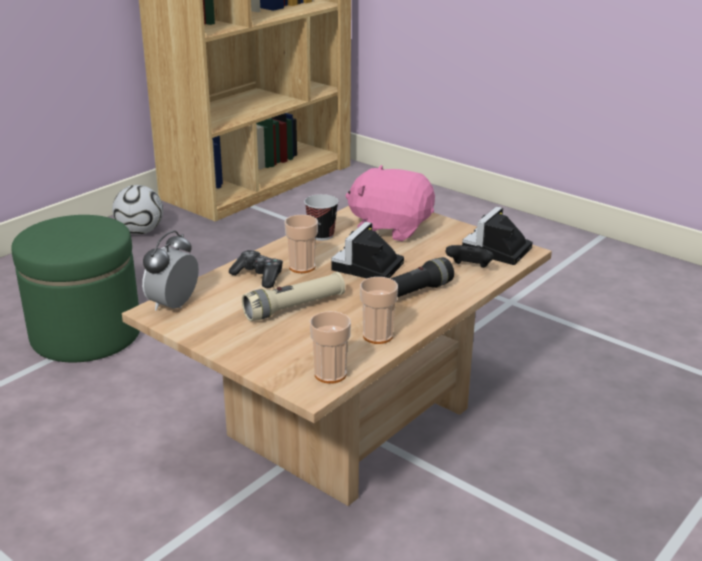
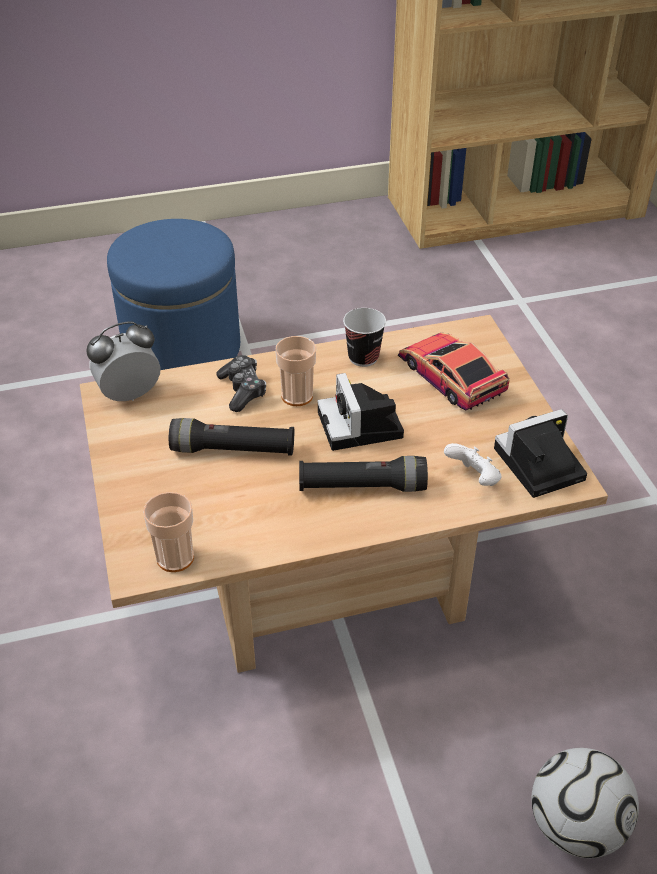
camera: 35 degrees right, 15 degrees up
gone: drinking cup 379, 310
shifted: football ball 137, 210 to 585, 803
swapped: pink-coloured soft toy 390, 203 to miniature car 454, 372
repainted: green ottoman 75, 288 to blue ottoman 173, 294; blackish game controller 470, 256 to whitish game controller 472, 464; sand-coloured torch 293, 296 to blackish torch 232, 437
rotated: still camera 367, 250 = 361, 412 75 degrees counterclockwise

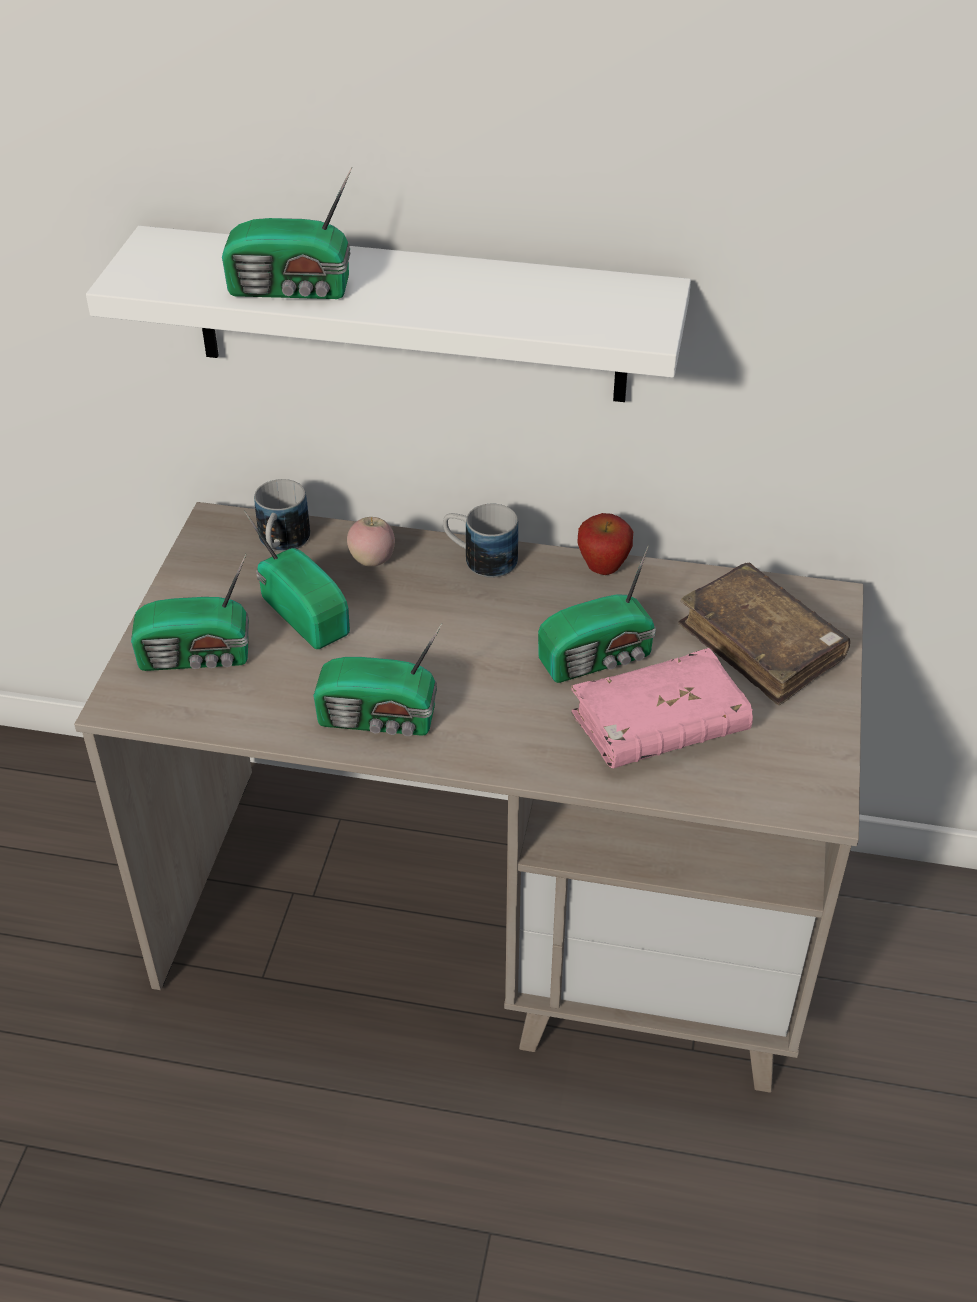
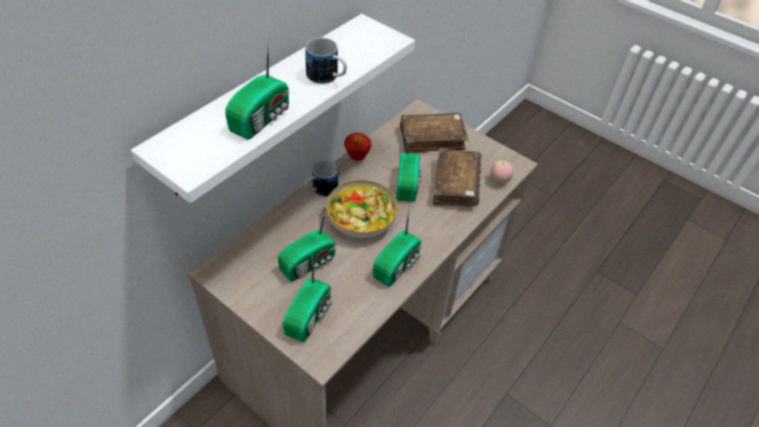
camera: 65 degrees left, 5 degrees up
new: deep dish 362, 209
shifted: tea mug 282, 515 to 326, 61; apple fruit 371, 541 to 502, 172
repainted: pink-coloured volume 661, 708 to brown volume 457, 177
rotated: radio set 297, 579 = 307, 245 150 degrees clockwise

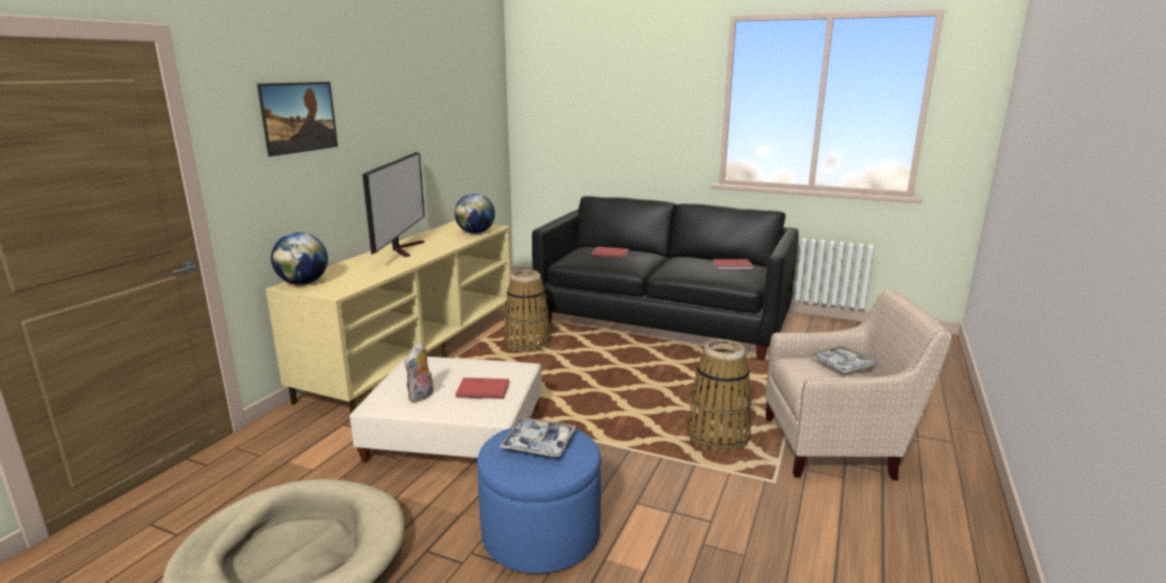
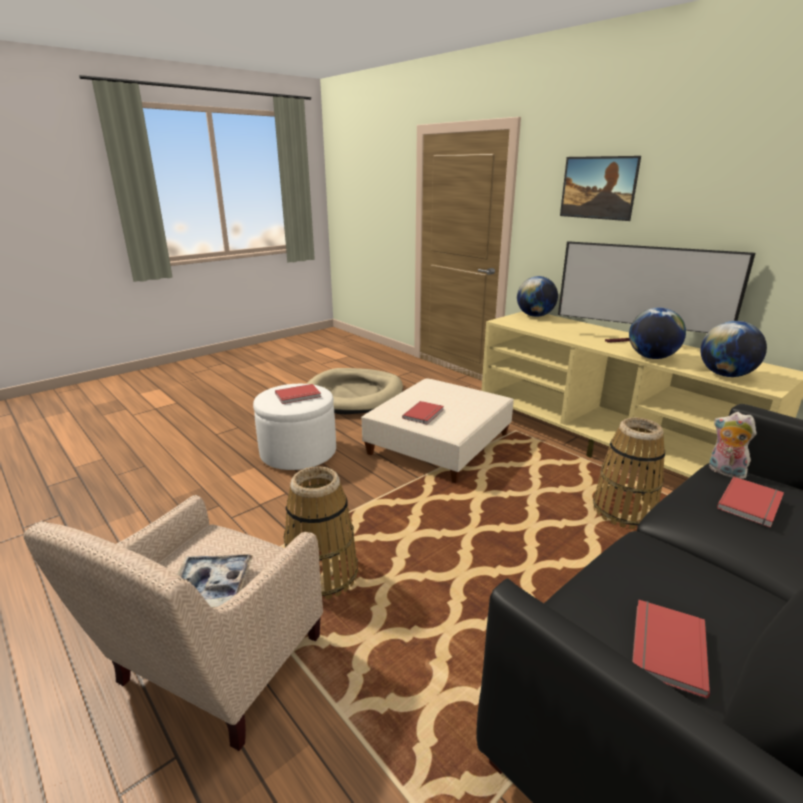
camera: 115 degrees right, 5 degrees up
new: globe 657, 333
shifted: soft toy 419, 372 to 733, 445
swapped: serving tray 538, 437 to red-coloured volume 298, 394
repainted: blue ottoman 539, 500 to whitish ottoman 294, 427

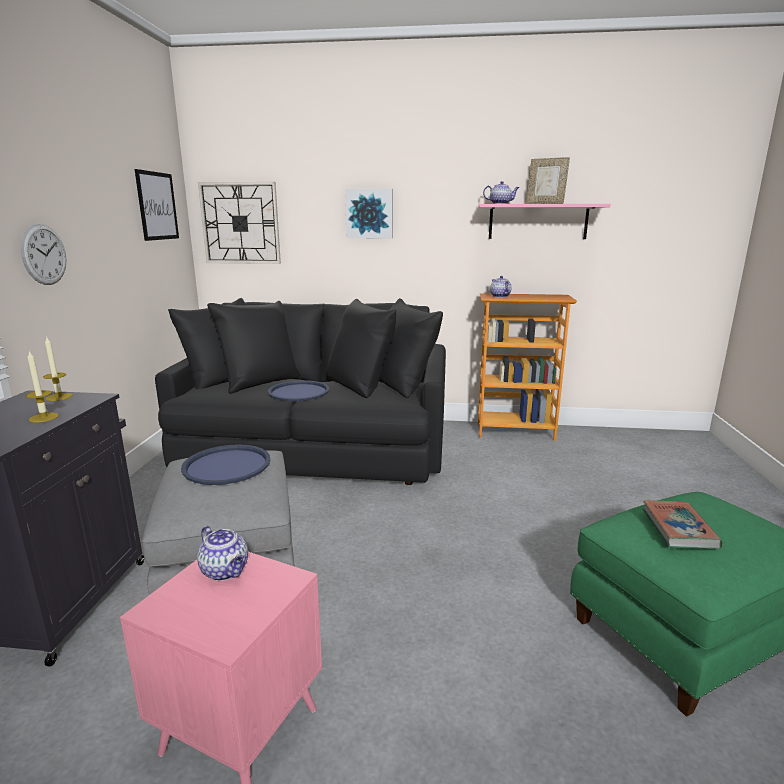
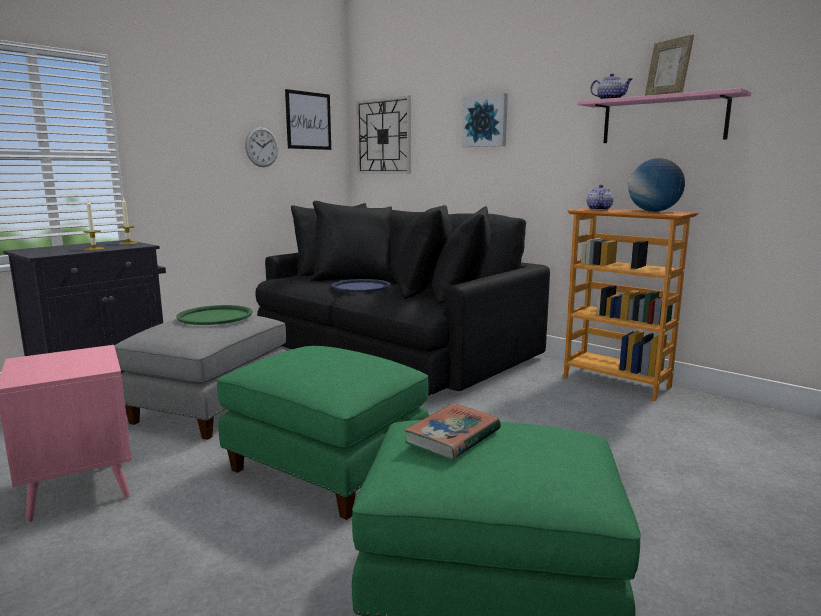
camera: 35 degrees right, 5 degrees down
gone: pot for tea 222, 553
new: globe 656, 185; green ottoman 323, 433
shifted: clock on the wall 44, 254 to 261, 147
repainted: blue serving tray 225, 464 to green serving tray 214, 315

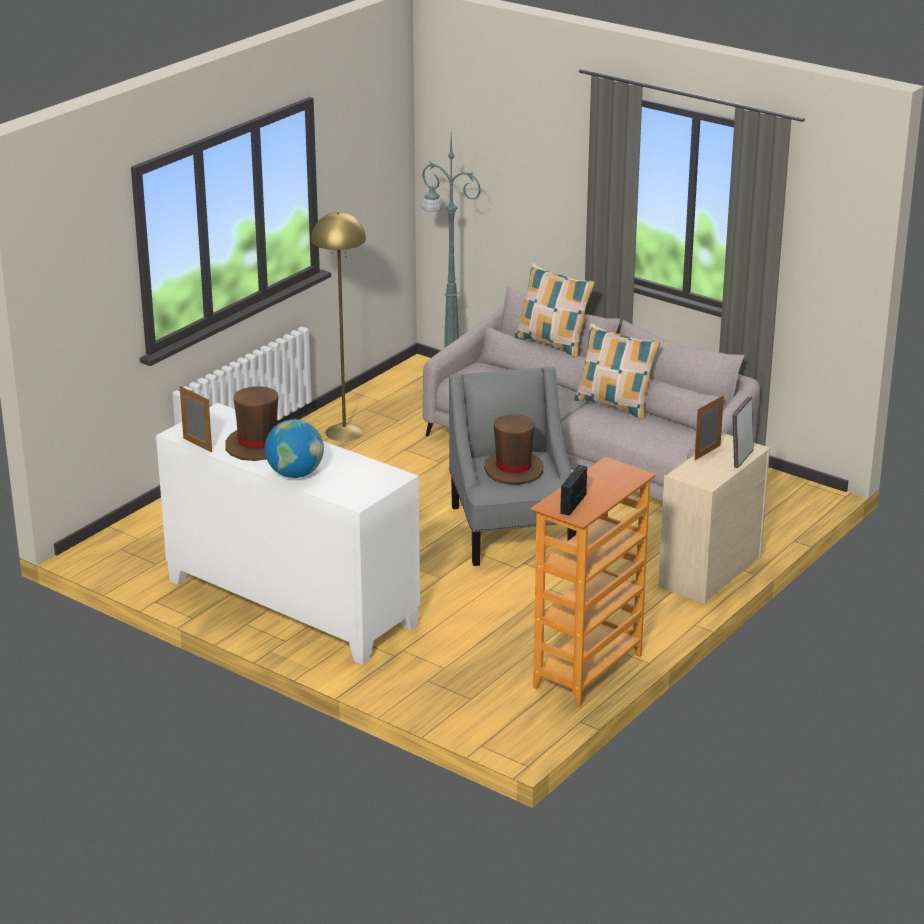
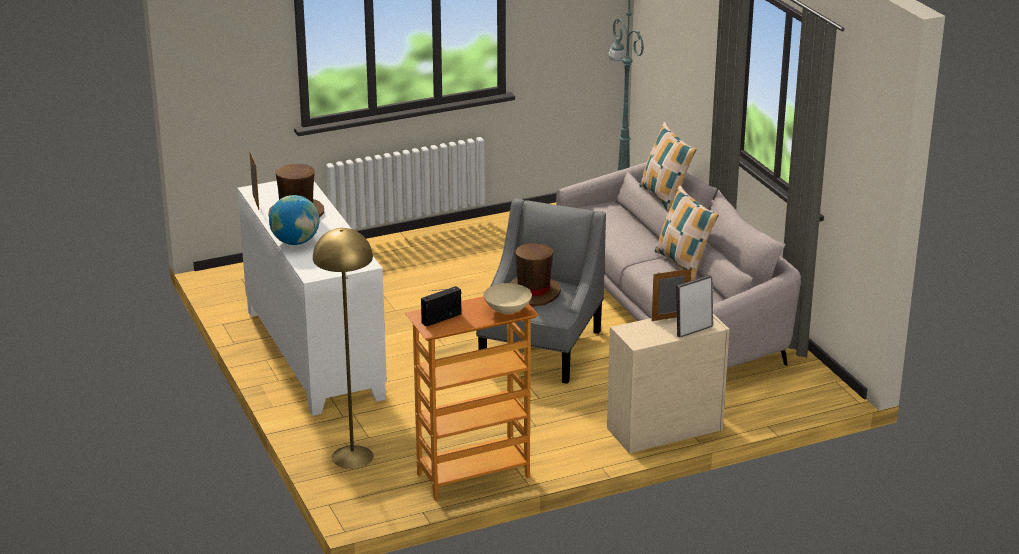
camera: 30 degrees right, 0 degrees up
new: sand-coloured deep dish 508, 298
shifted: yellow-coloured standard lamp 338, 326 to 343, 348

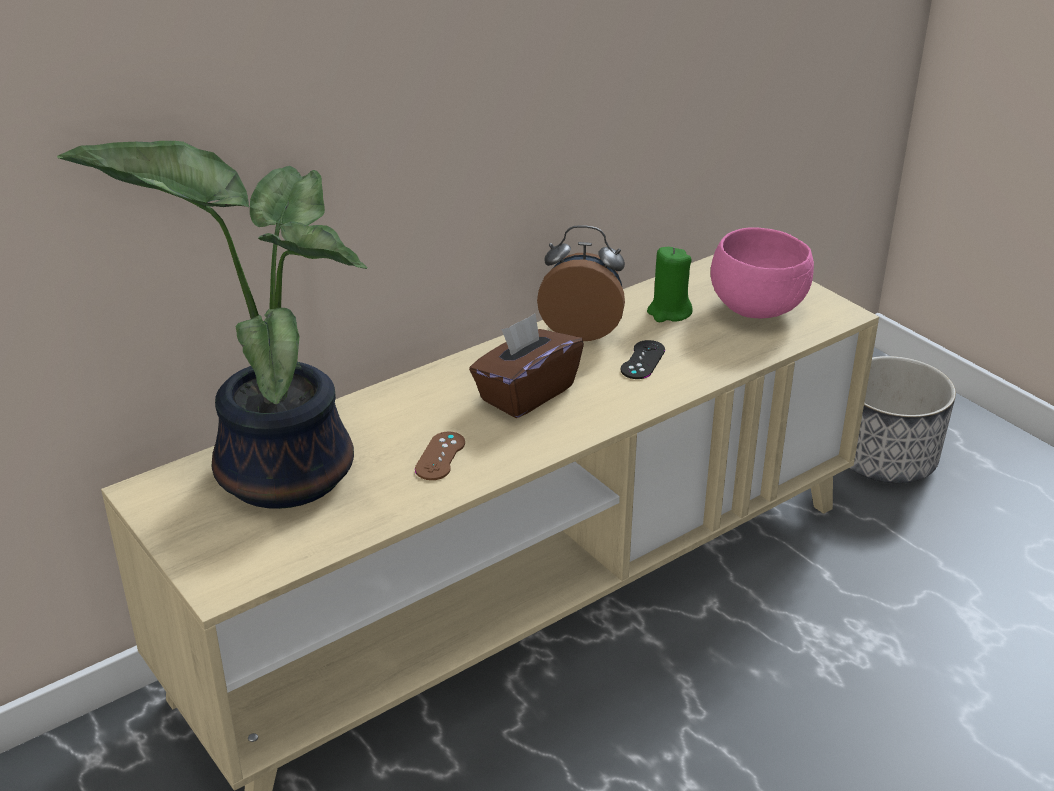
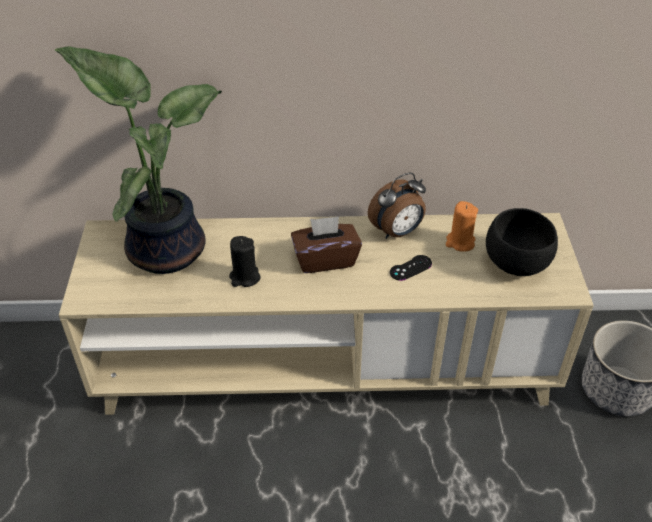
camera: 35 degrees right, 10 degrees up
swapped: brown game controller 440, 456 to blackish wax light 245, 261
repainted: pink-coloured deep dish 762, 273 to blackish deep dish 522, 242; green wax light 670, 284 to orange-coloured wax light 462, 226
rotated: alarm clock 581, 283 = 397, 206 105 degrees clockwise

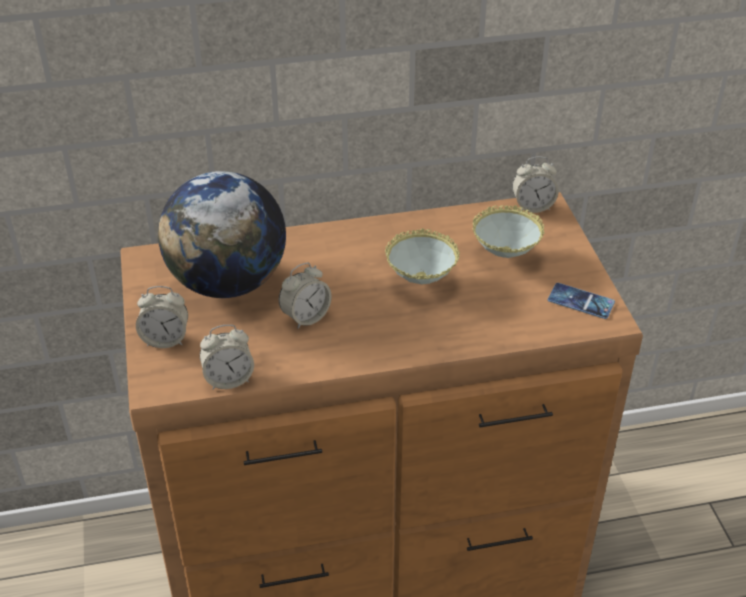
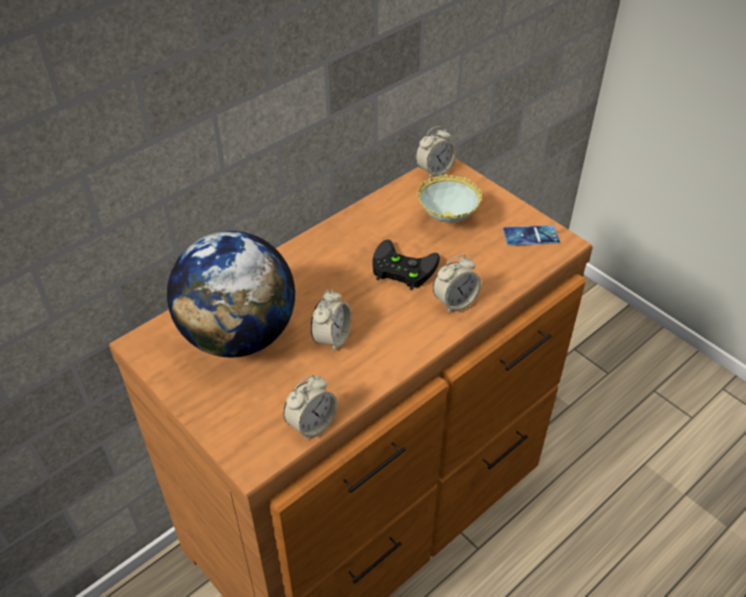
camera: 30 degrees left, 5 degrees up
shifted: alarm clock 162, 317 to 457, 283
swapped: deep dish 422, 256 to blackish game controller 406, 265

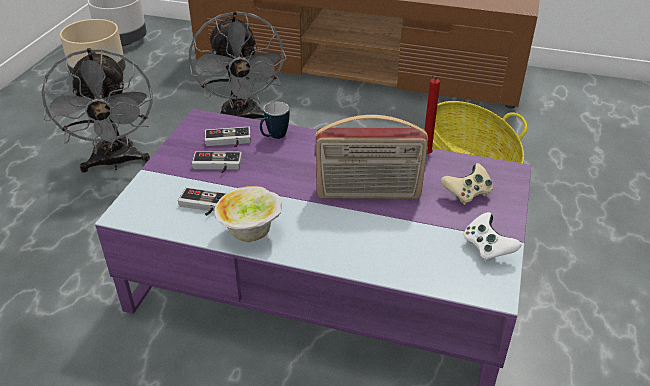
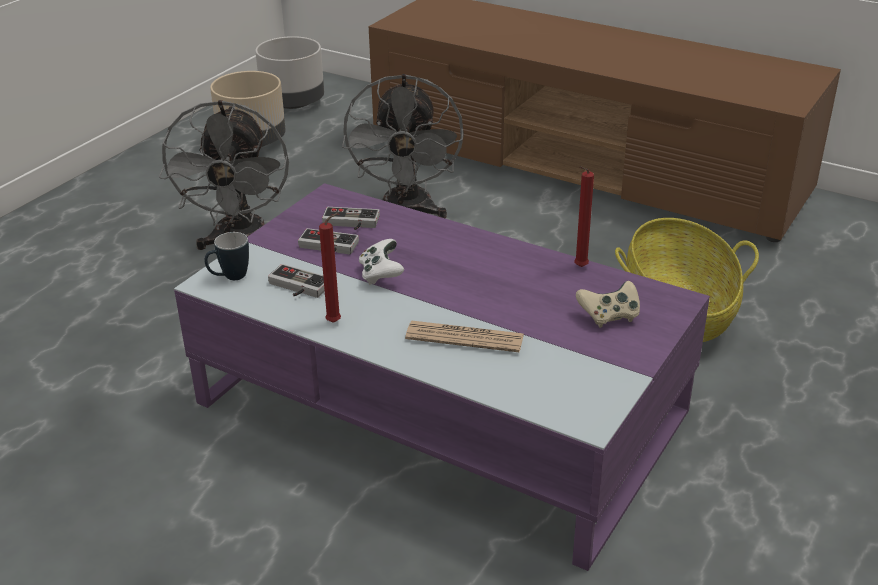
camera: 15 degrees right, 5 degrees down
gone: radio set 371, 157
new: newspaper 464, 336
shifted: tea mug 275, 120 to 226, 256; whitish game controller 492, 237 to 381, 262
swapped: deep dish 248, 214 to red-coloured wax light 330, 267

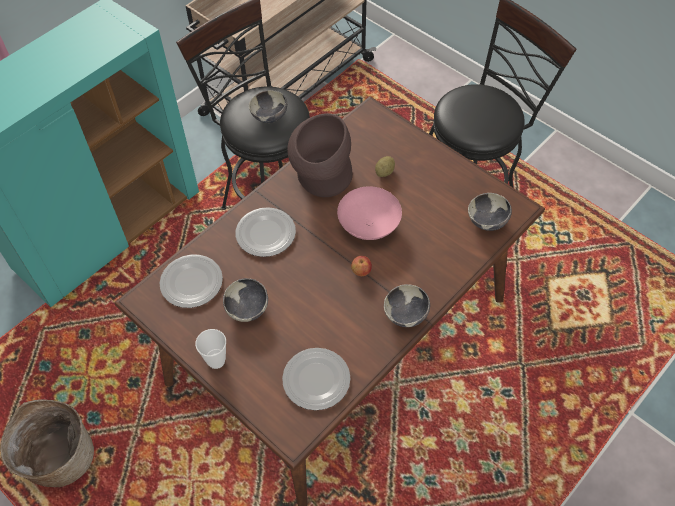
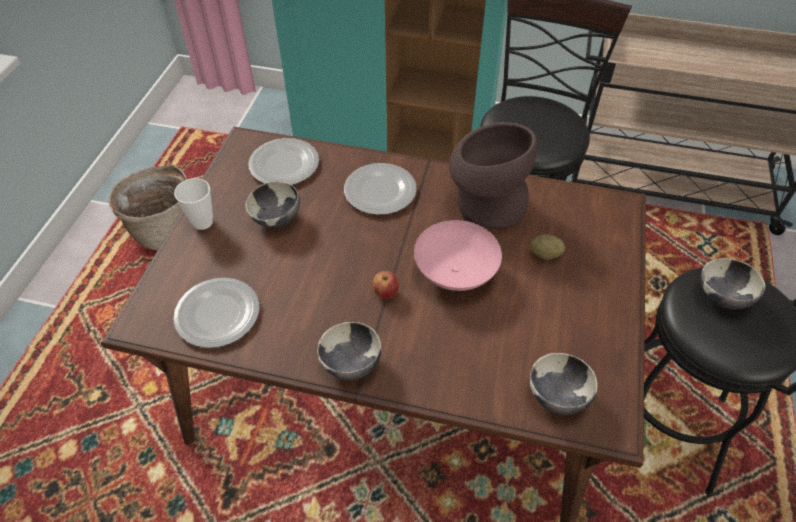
camera: 60 degrees right, 5 degrees down
shifted: deep dish 268, 106 to 732, 283

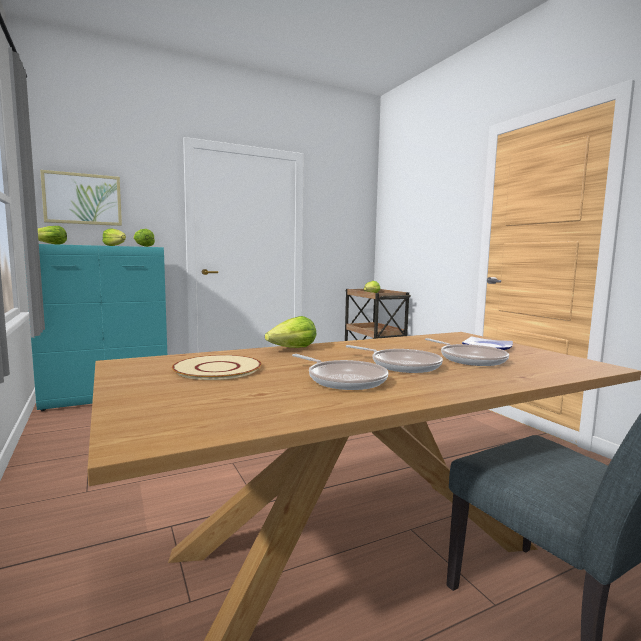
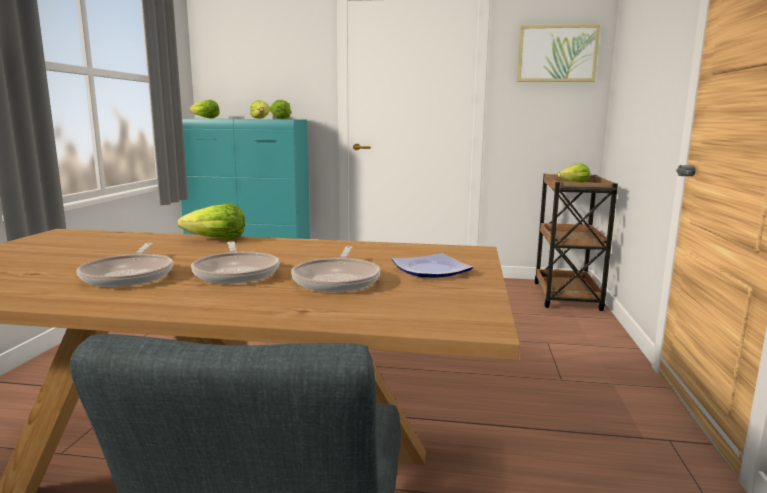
camera: 35 degrees right, 5 degrees up
gone: sand-coloured plate 217, 367
shifted: wall picture 81, 198 to 558, 53

